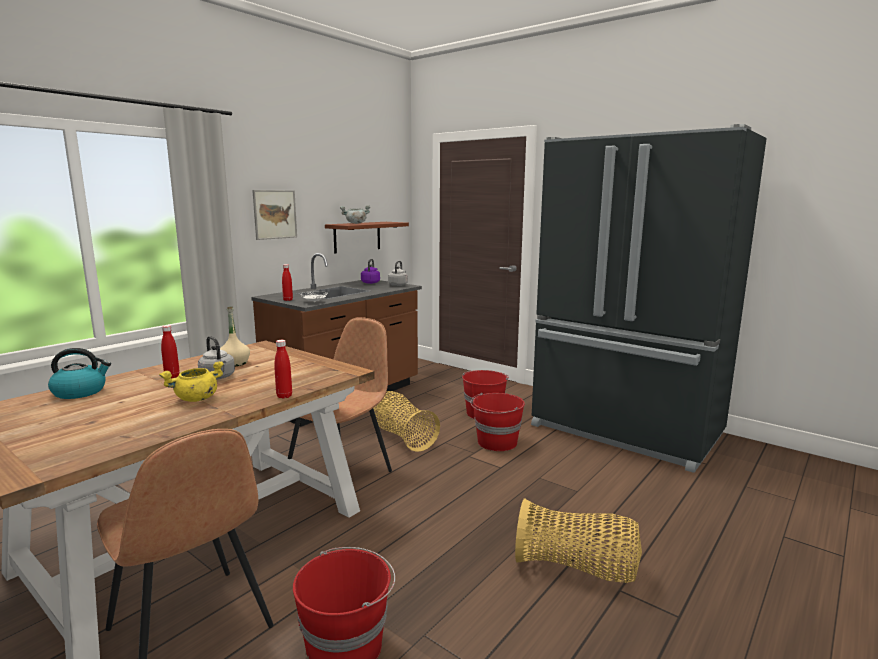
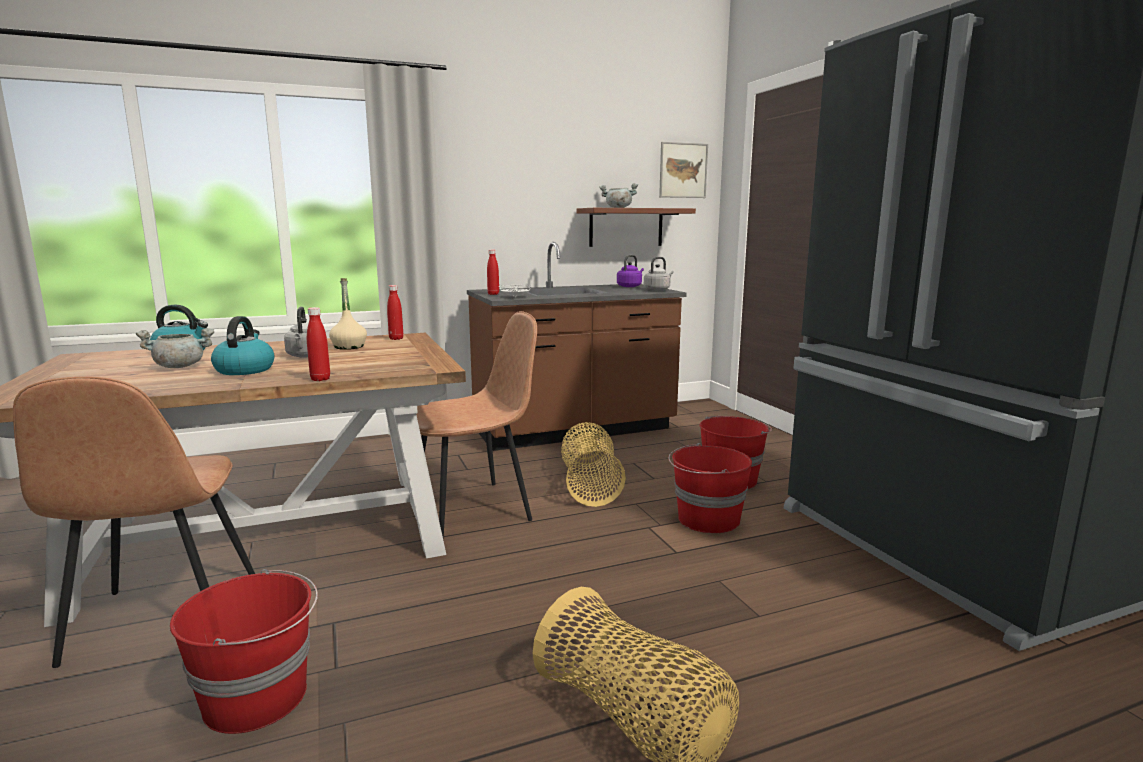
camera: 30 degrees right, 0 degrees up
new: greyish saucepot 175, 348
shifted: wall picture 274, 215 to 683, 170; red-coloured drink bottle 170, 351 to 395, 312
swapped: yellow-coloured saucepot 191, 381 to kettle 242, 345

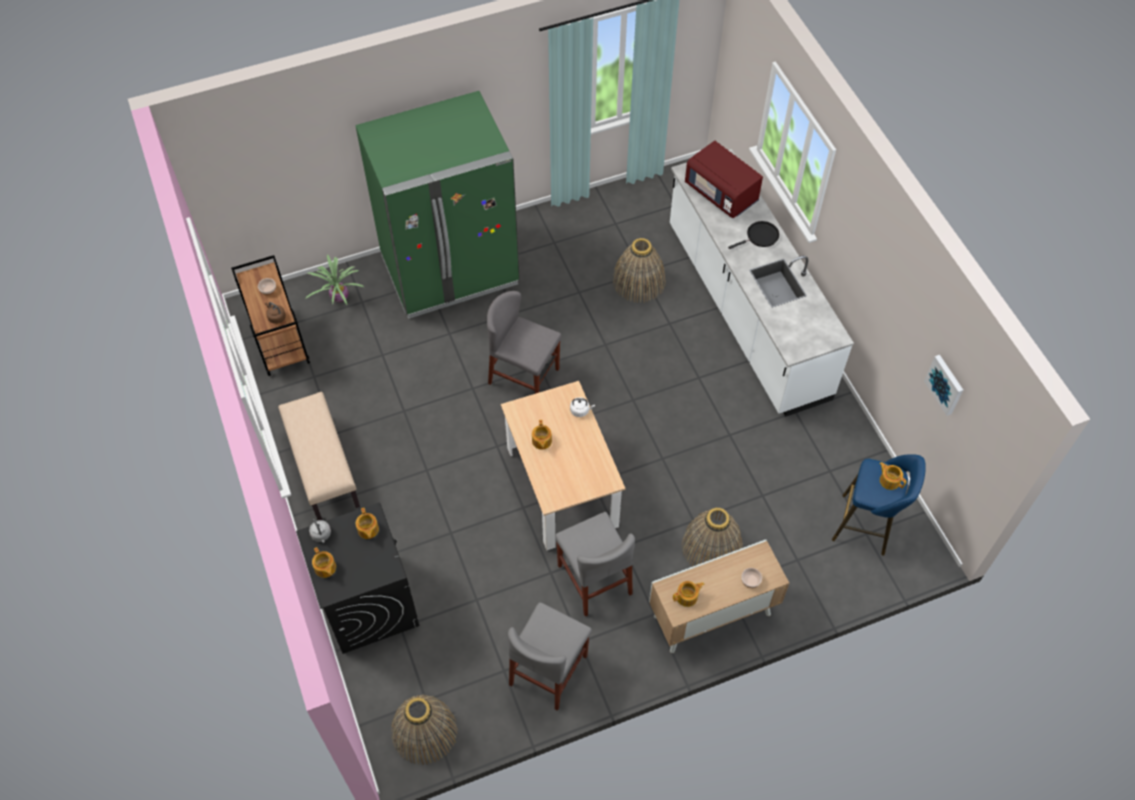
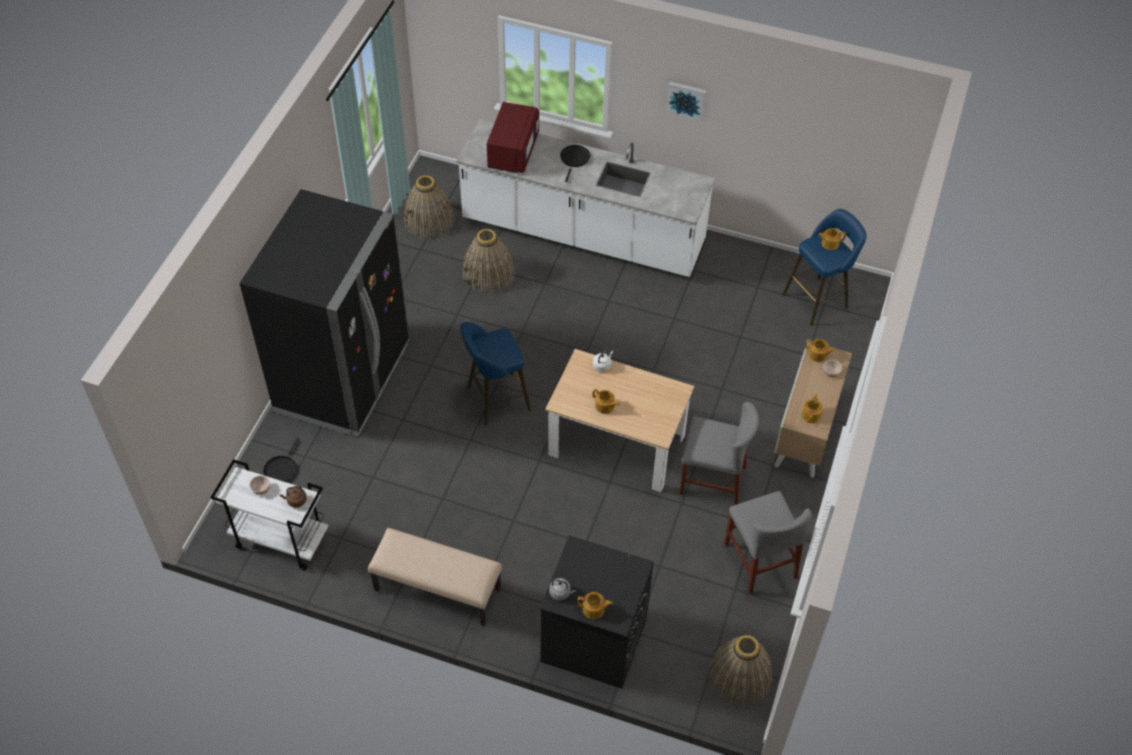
camera: 50 degrees left, 5 degrees down
shifted: wall picture 943, 385 to 686, 102; pot for tea 367, 523 to 820, 350; household basket 712, 537 to 429, 207
swapped: houseplant 334, 279 to blackish skillet 281, 460; greyish chair 524, 342 to blue stool seat 495, 374
repainted: green fridge 437, 205 to blackish fridge 324, 312; brown cart 270, 315 to whitish cart 269, 514
rotated: red-coloured microwave oven 724, 179 = 513, 137 75 degrees counterclockwise

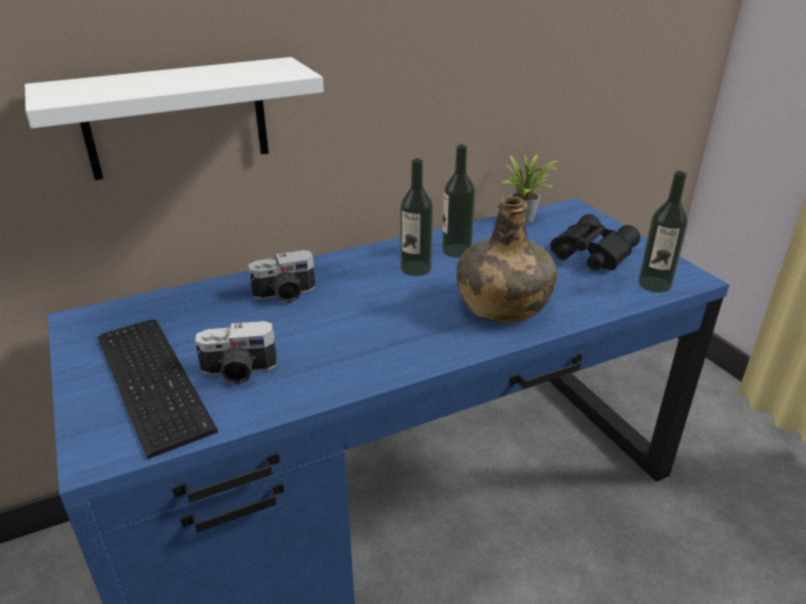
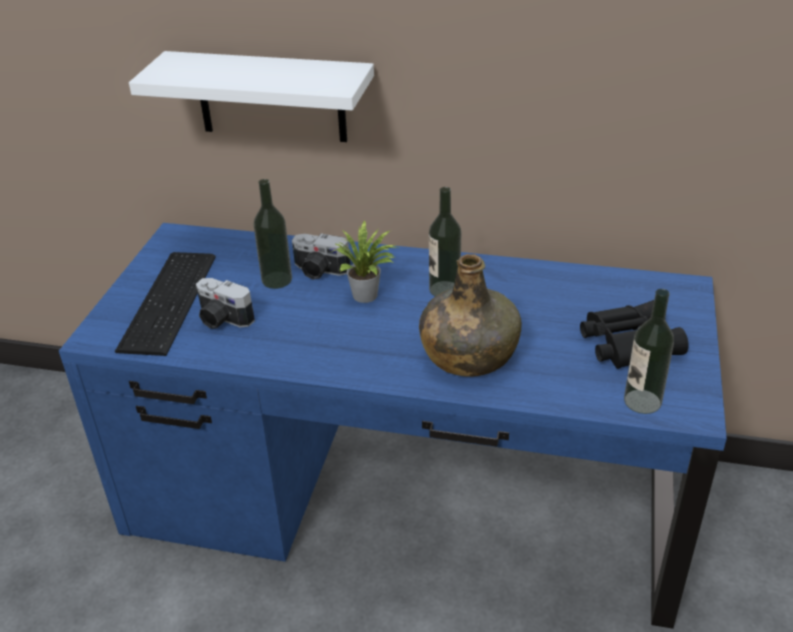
camera: 40 degrees right, 5 degrees up
shifted: drink bottle 458, 201 to 272, 234; houseplant 530, 188 to 364, 261

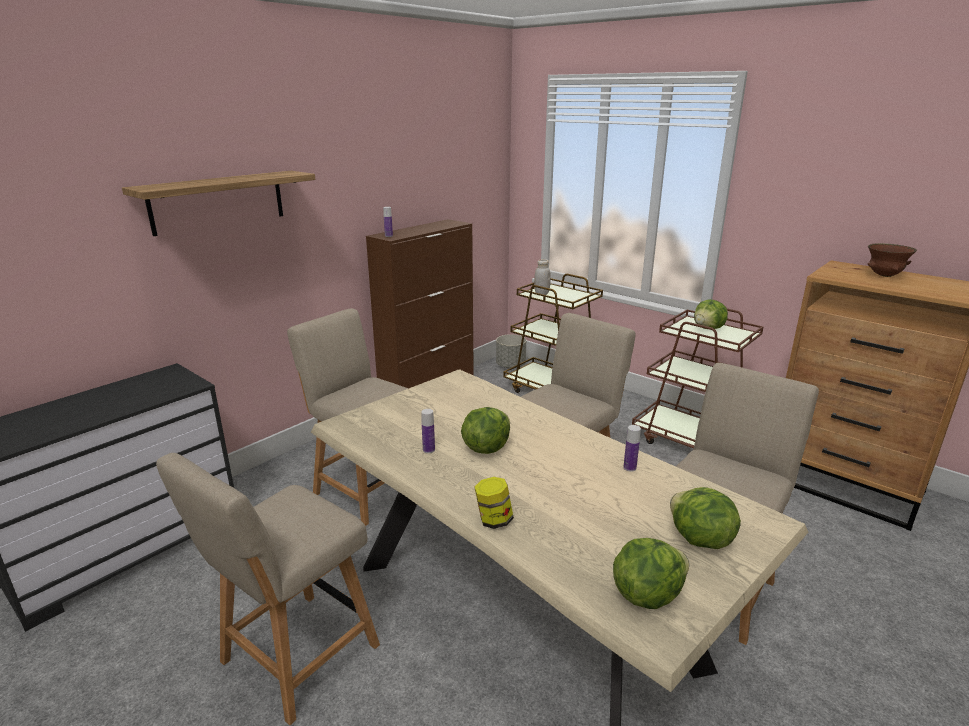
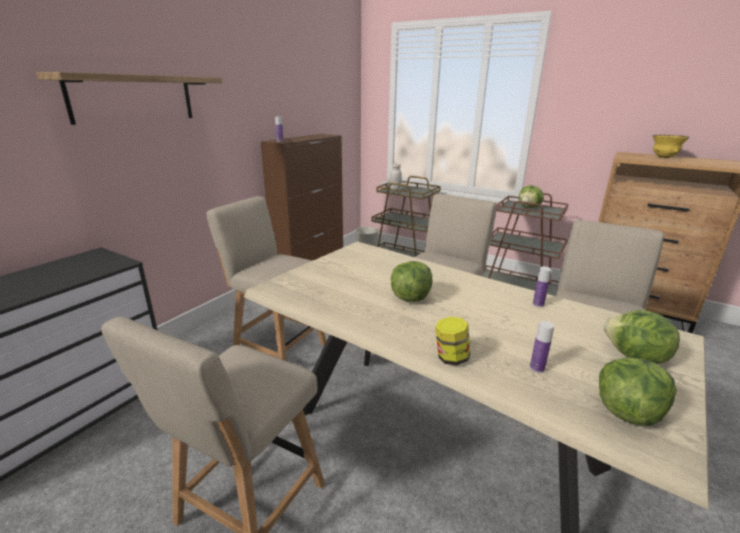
camera: 10 degrees left, 0 degrees up
shifted: drink bottle 428, 431 to 542, 347
repainted: brown deep dish 892, 260 to yellow-coloured deep dish 670, 146

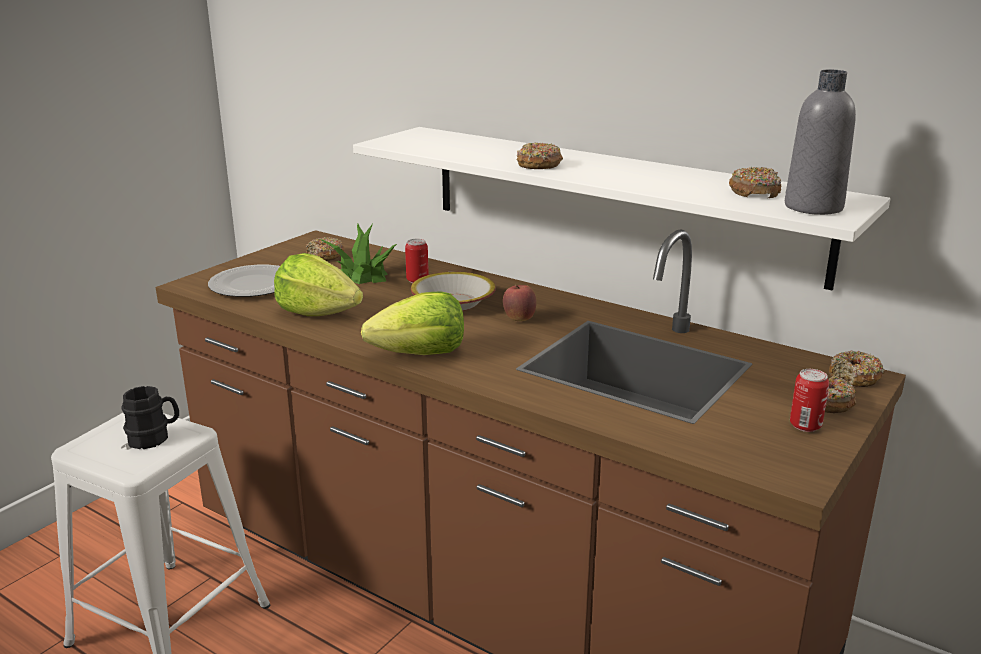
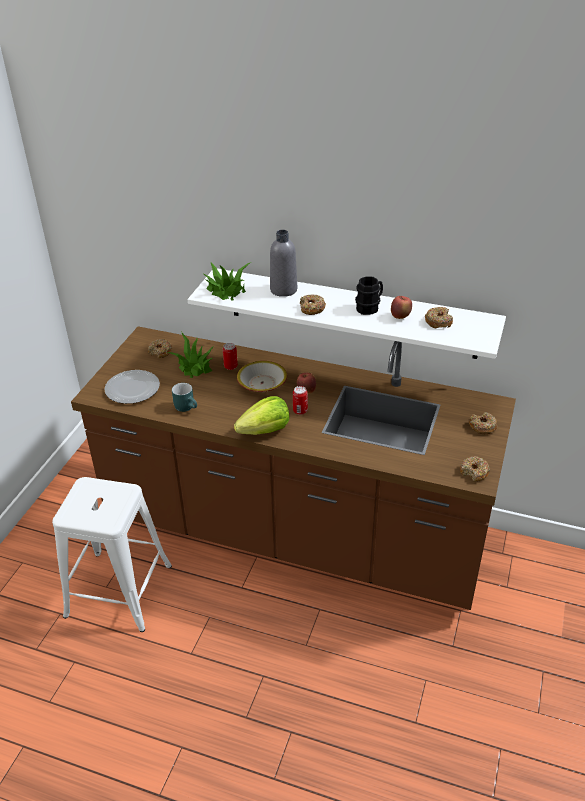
camera: 15 degrees left, 15 degrees up
new: houseplant 226, 281; apple fruit 401, 307
shifted: greyish drink bottle 820, 142 to 283, 263; donut 857, 368 to 475, 469; metal can 810, 400 to 300, 400; blackish tea mug 150, 417 to 369, 295
swapped: lettuce head 318, 284 to turquoise tea mug 184, 397

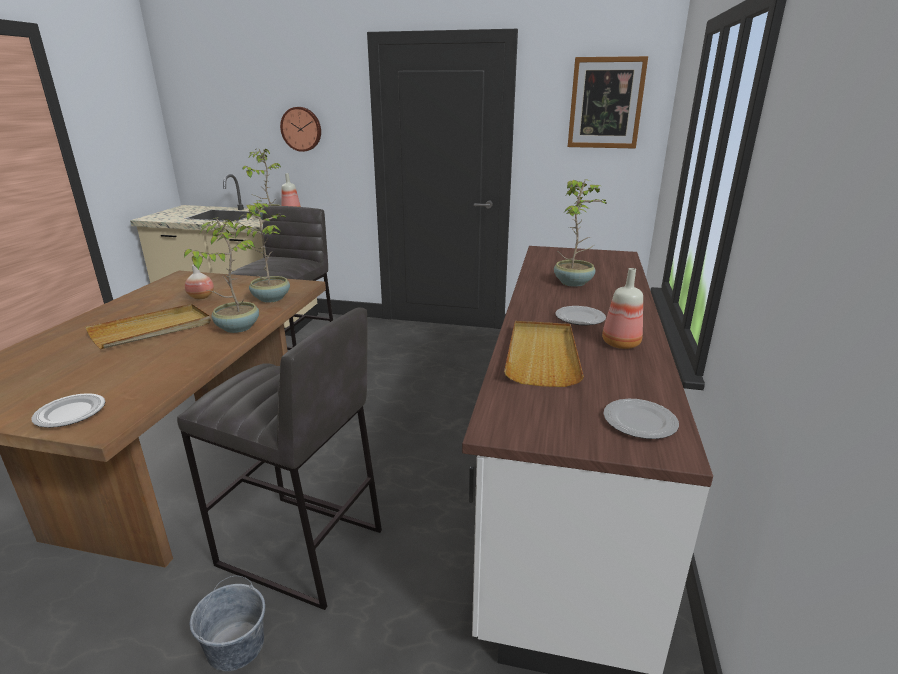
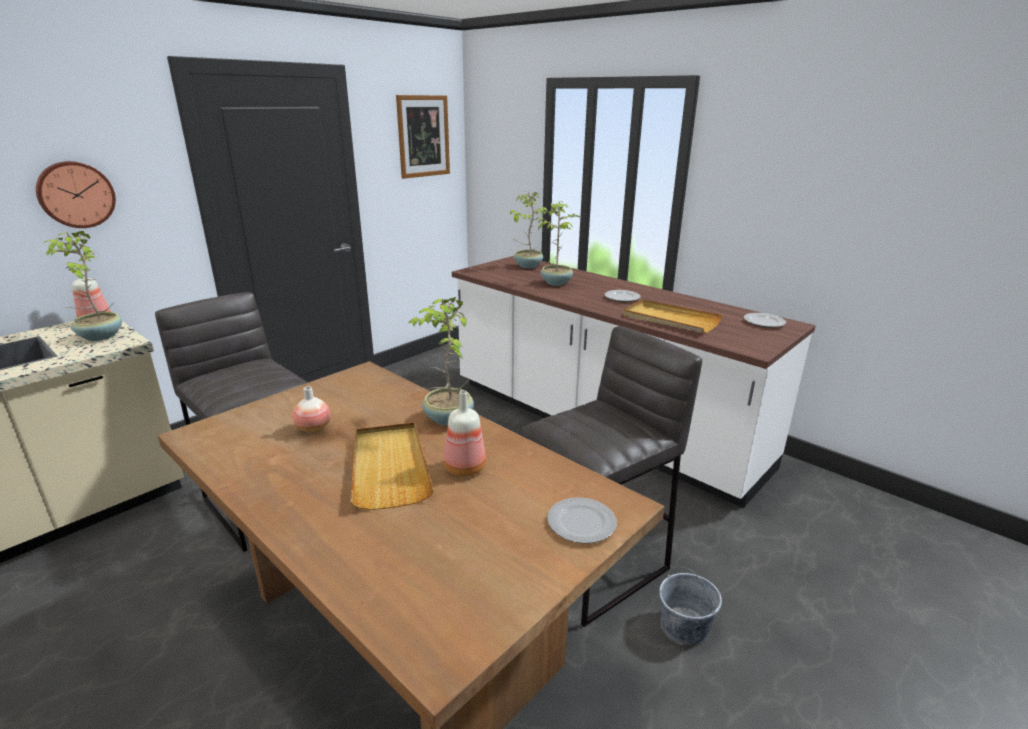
camera: 60 degrees left, 0 degrees up
shifted: houseplant 261, 251 to 528, 229; drink bottle 622, 308 to 465, 433

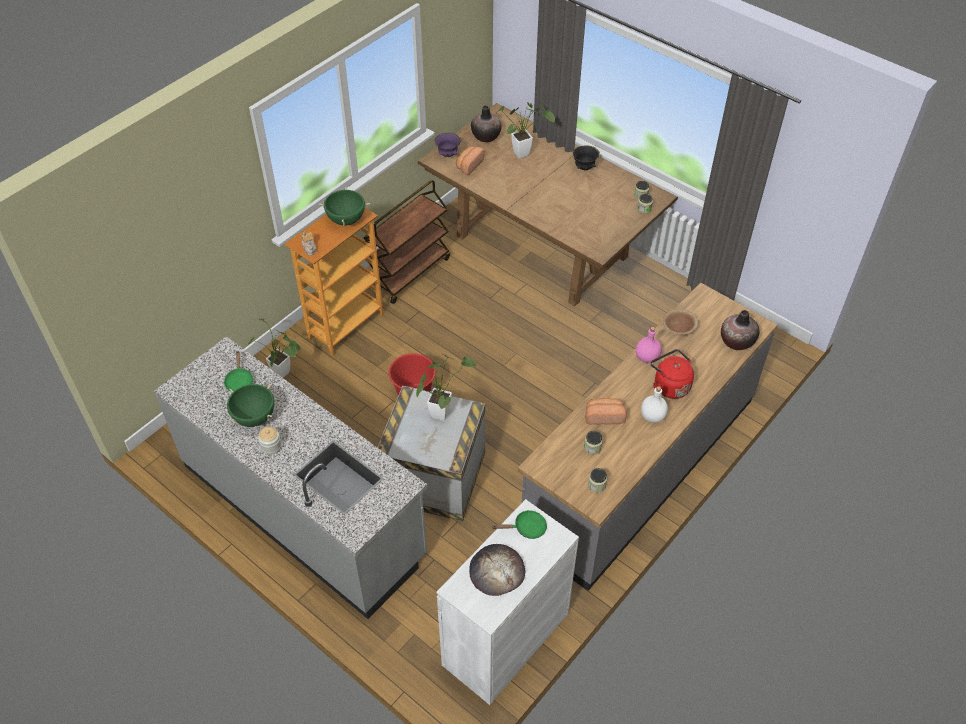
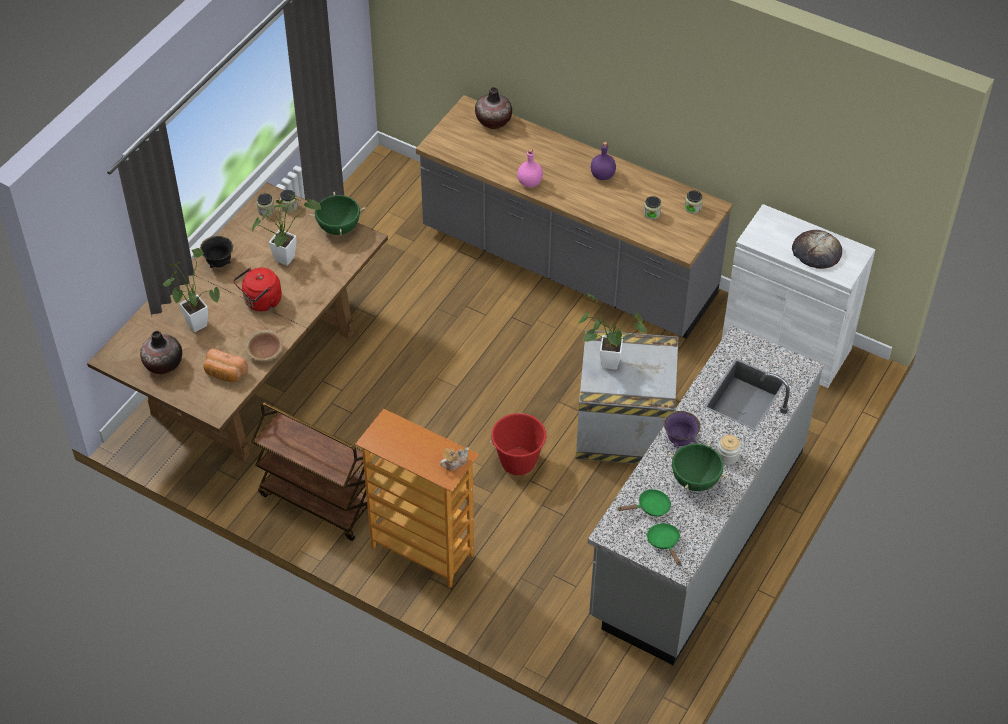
camera: 100 degrees left, 0 degrees up
gone: bakery bread 606, 411
shifted: purple deep dish 448, 145 to 682, 429; green saucepot 344, 206 to 337, 213; brown deep dish 680, 322 to 264, 345; houseplant 275, 348 to 286, 230; red-coloured kettle 672, 374 to 257, 289; green skillet 519, 524 to 664, 544
repainted: whitish drink bottle 654, 404 to purple drink bottle 603, 161

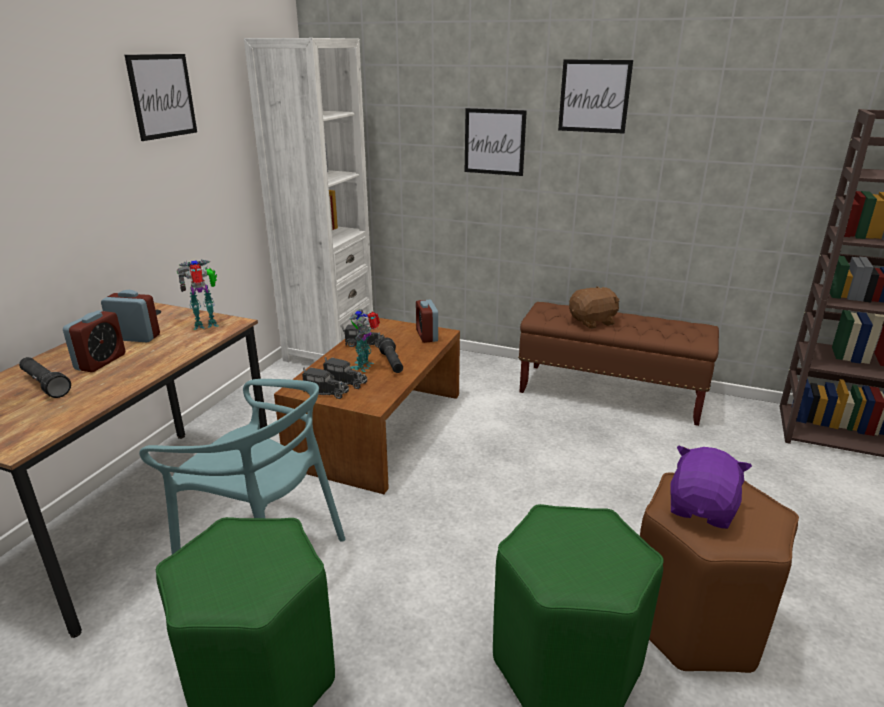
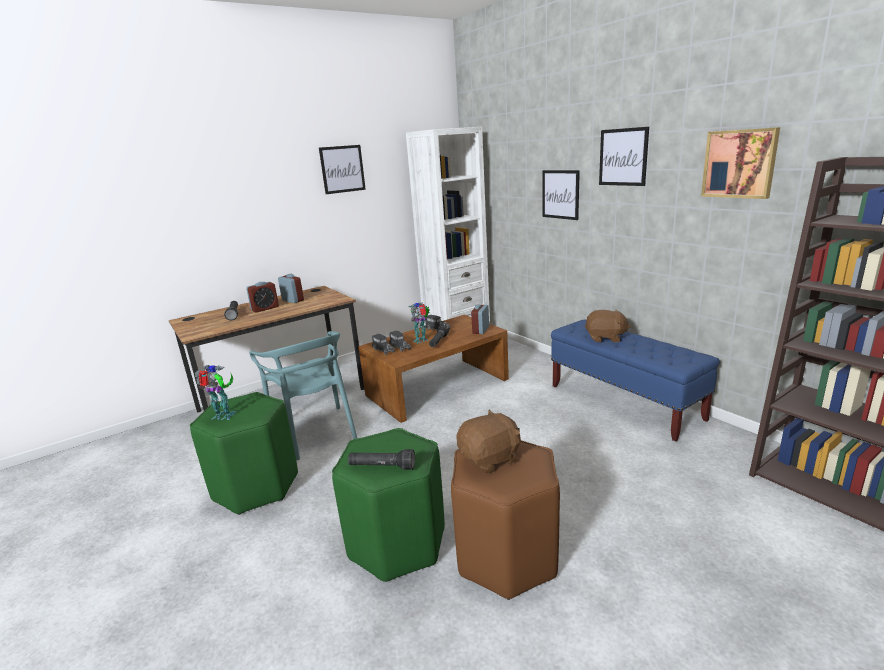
camera: 35 degrees right, 5 degrees down
new: wall picture 740, 163; blackish torch 381, 459
shifted: model robot 197, 295 to 215, 392
repainted: brown long seat 618, 364 to blue long seat 635, 380; purple soft toy 711, 487 to brown soft toy 488, 442

